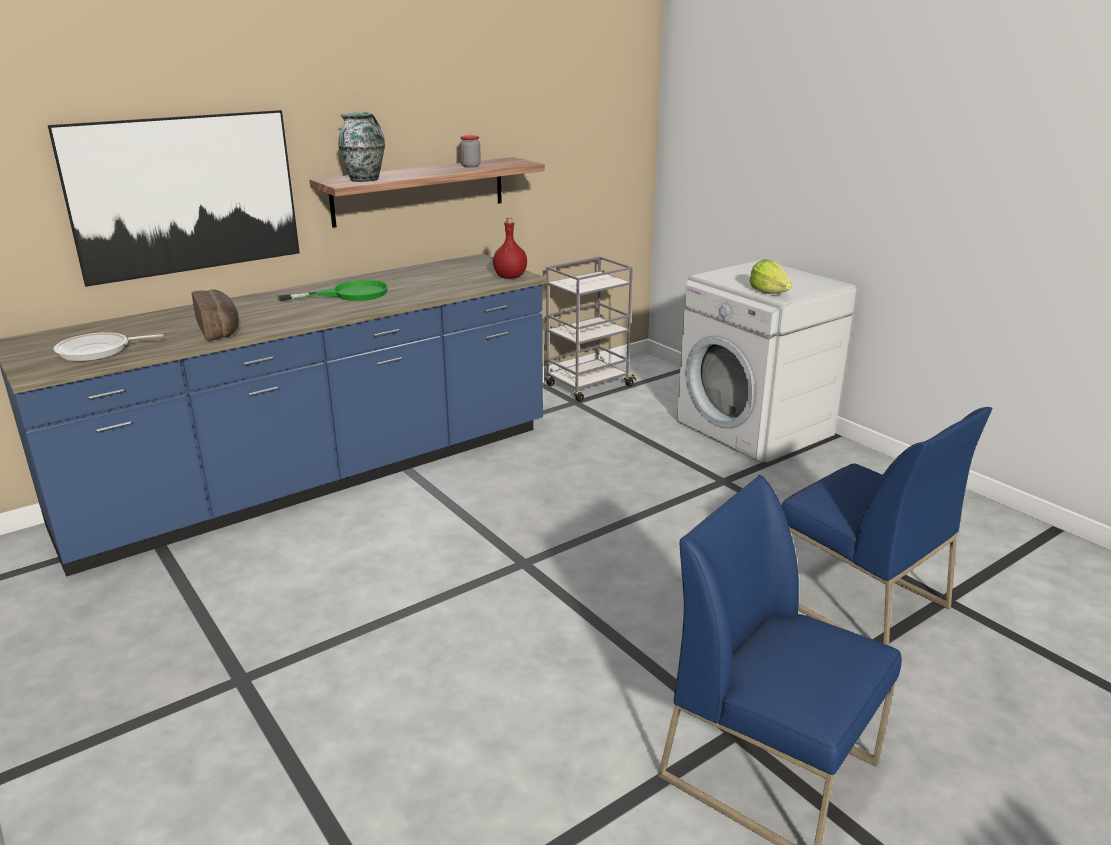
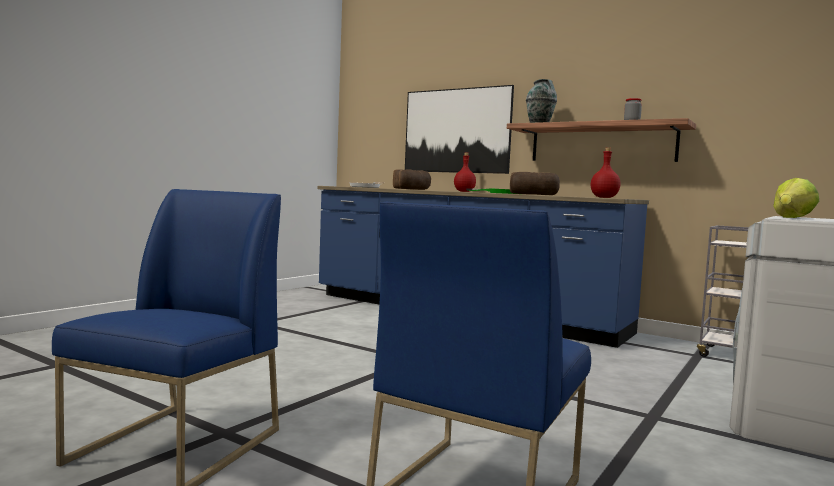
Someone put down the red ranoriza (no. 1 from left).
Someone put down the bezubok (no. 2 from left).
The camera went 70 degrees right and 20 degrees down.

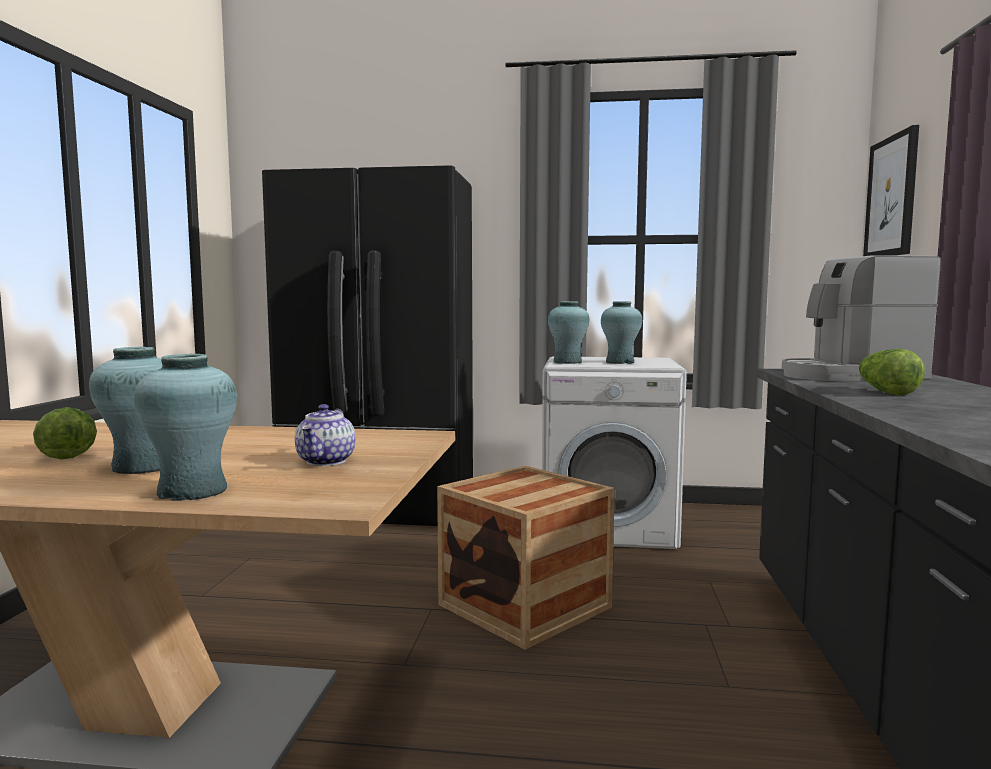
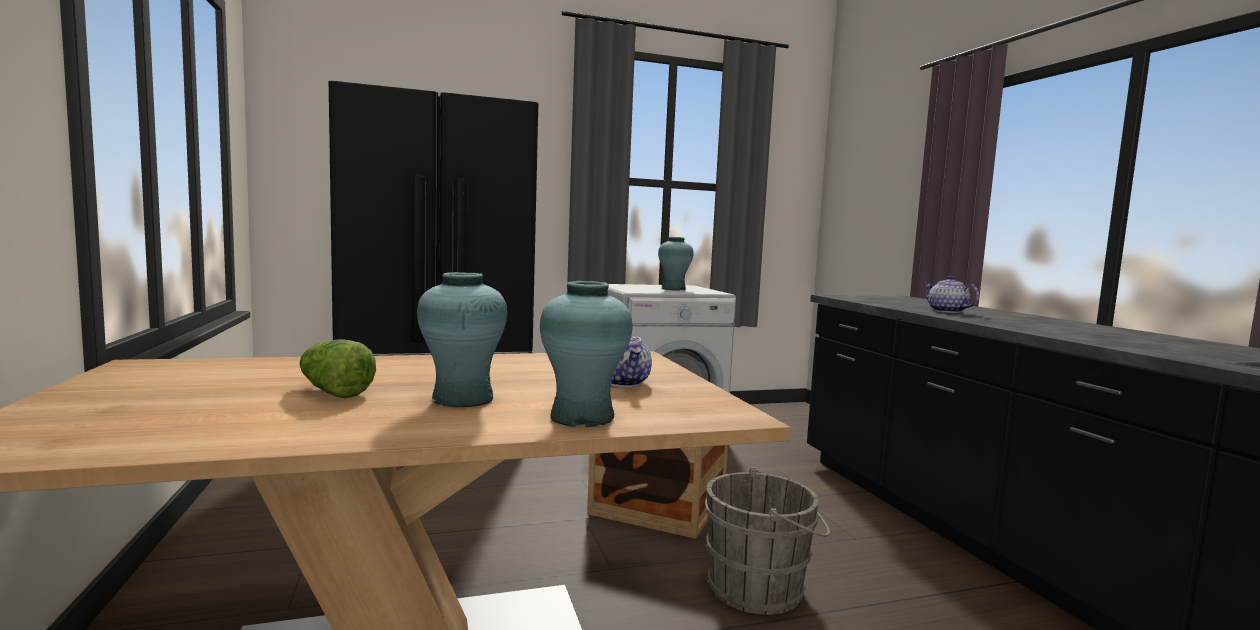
Someone put down the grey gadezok.
Someone swapped the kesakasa (no. 2 from left) for the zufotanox (no. 2 from left).
Someone took away the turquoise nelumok (no. 3 from left).
Someone took away the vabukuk.
Someone took away the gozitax.
The camera went 25 degrees left and 0 degrees up.

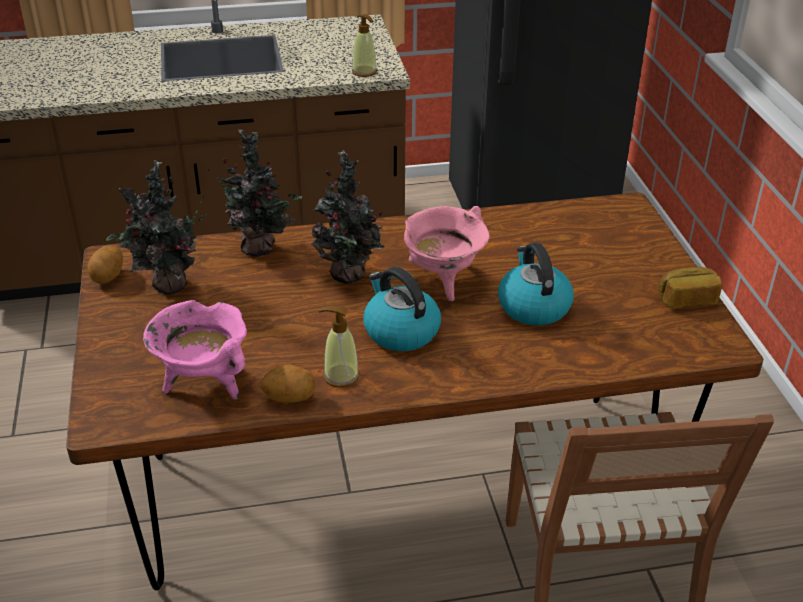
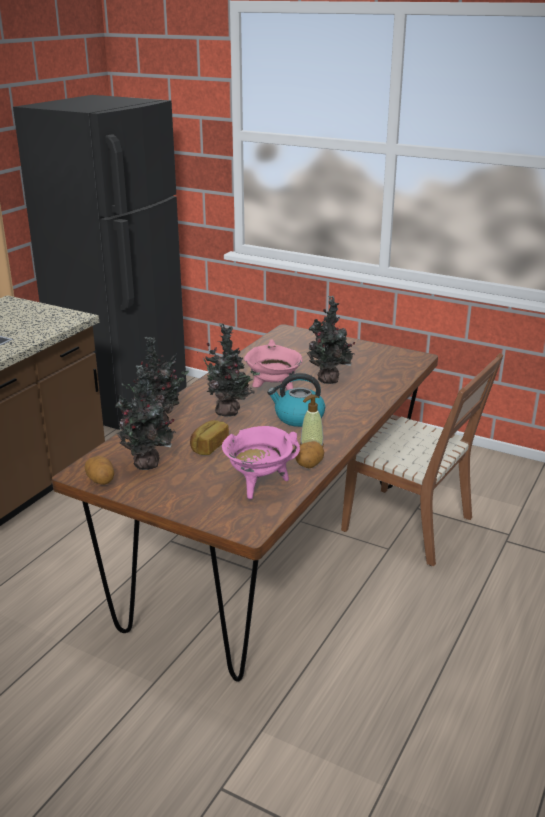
Someone carried the bezubok.
Someone swapped the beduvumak (no. 2 from left) for the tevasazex (no. 4 from left).
Someone took away the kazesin (no. 2 from left).
The camera went 50 degrees left and 10 degrees down.

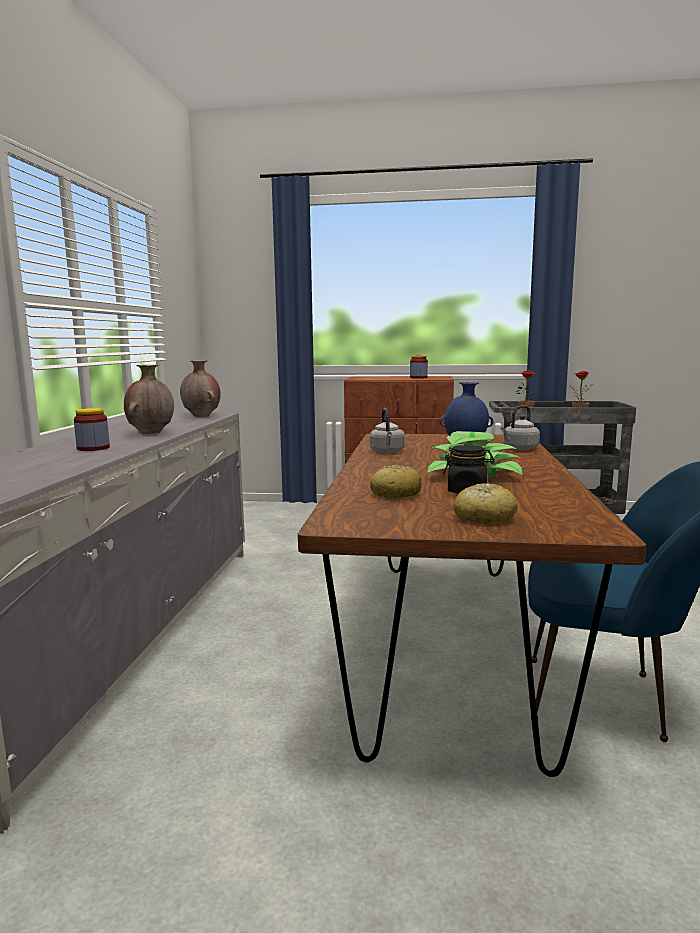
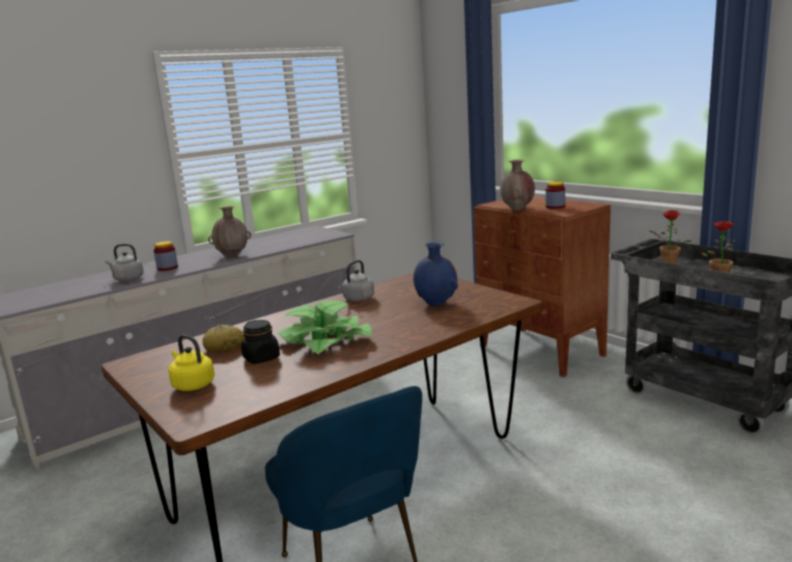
Someone carried the grey beduvumak (no. 2 from left in the first image).
Someone swapped the bezubok (no. 2 from left) for the yellow beduvumak.
Someone carried the brown nelumok (no. 2 from left).
The camera went 45 degrees right and 5 degrees up.

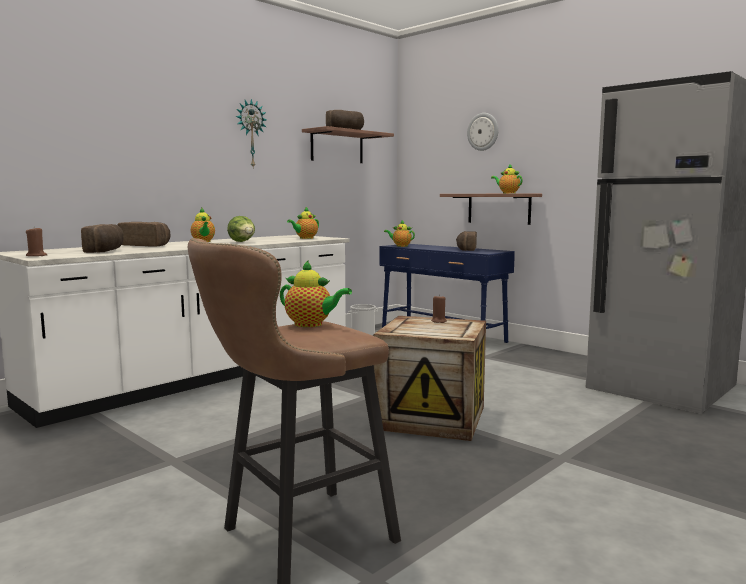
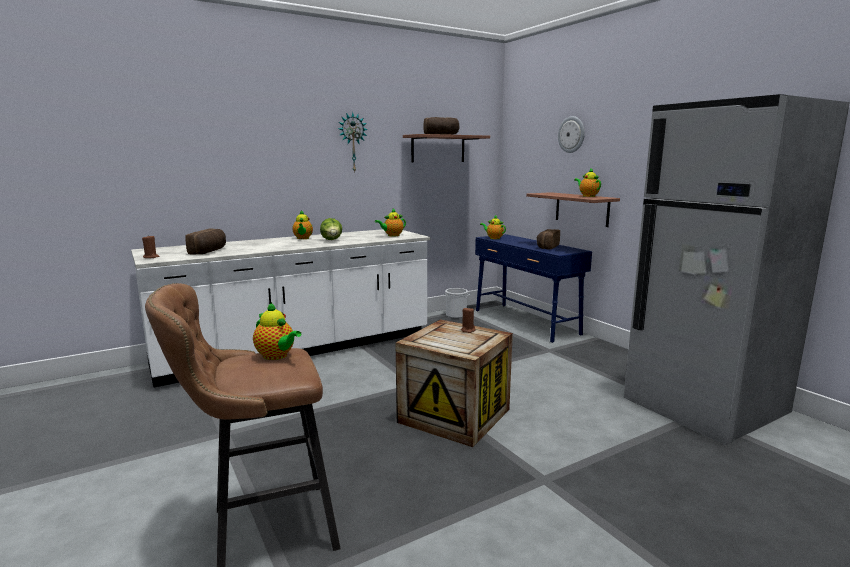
Someone took away the bezubok (no. 2 from left).
The camera went 15 degrees right and 5 degrees up.

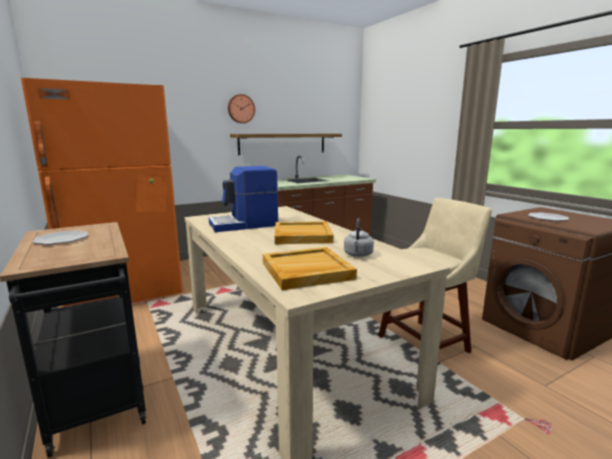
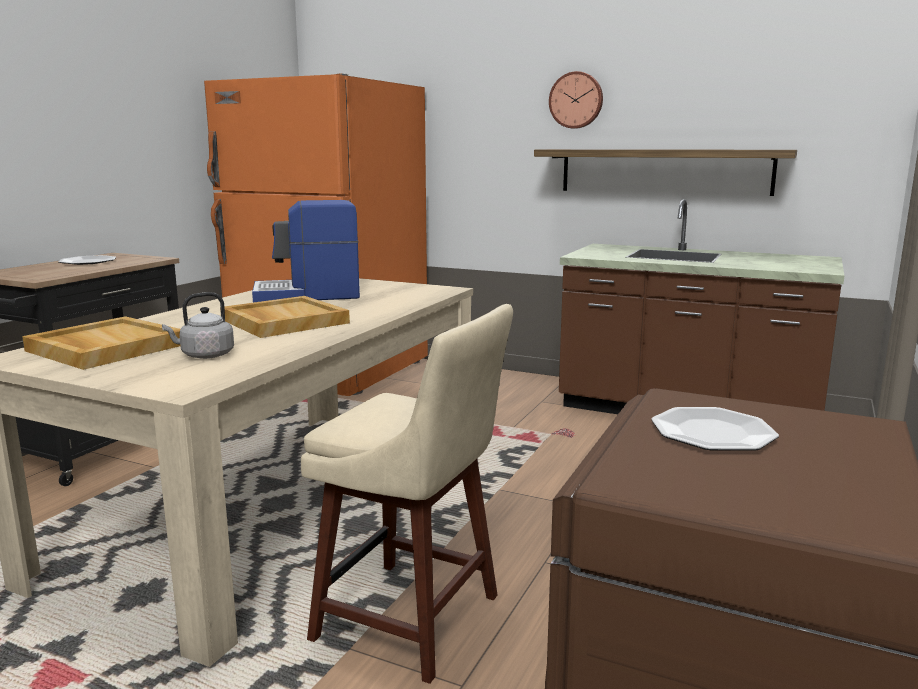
Someone rotated the vabukuk by 45 degrees counterclockwise.
The camera went 55 degrees right and 0 degrees up.

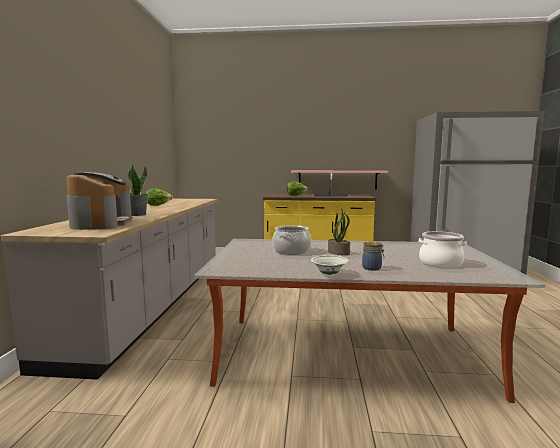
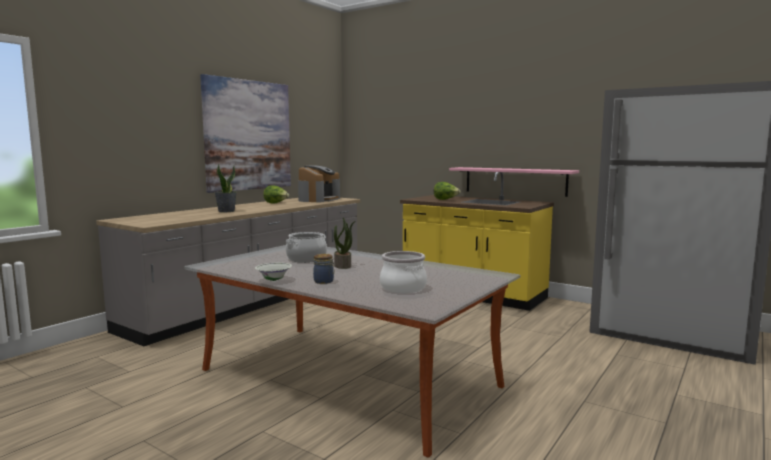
Someone put up the gozitax.
Someone carried the vabukuk.
The camera went 30 degrees right and 0 degrees up.

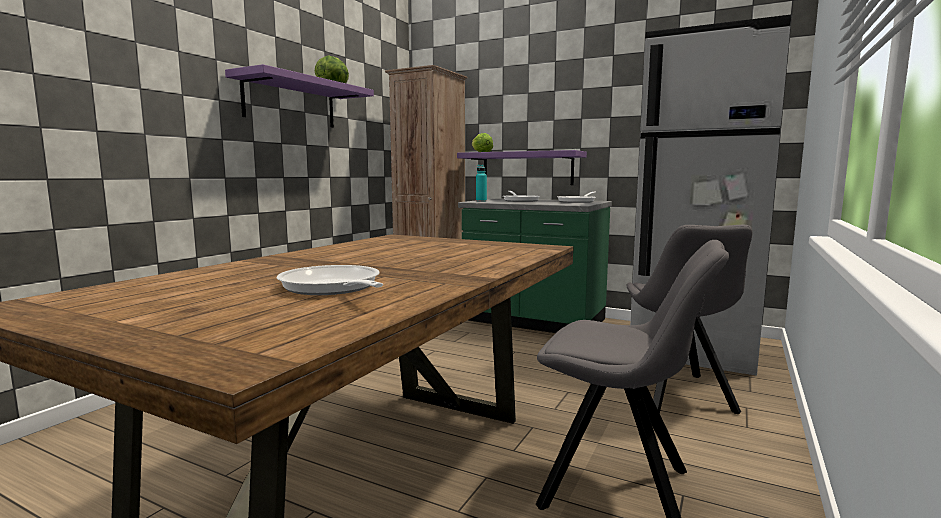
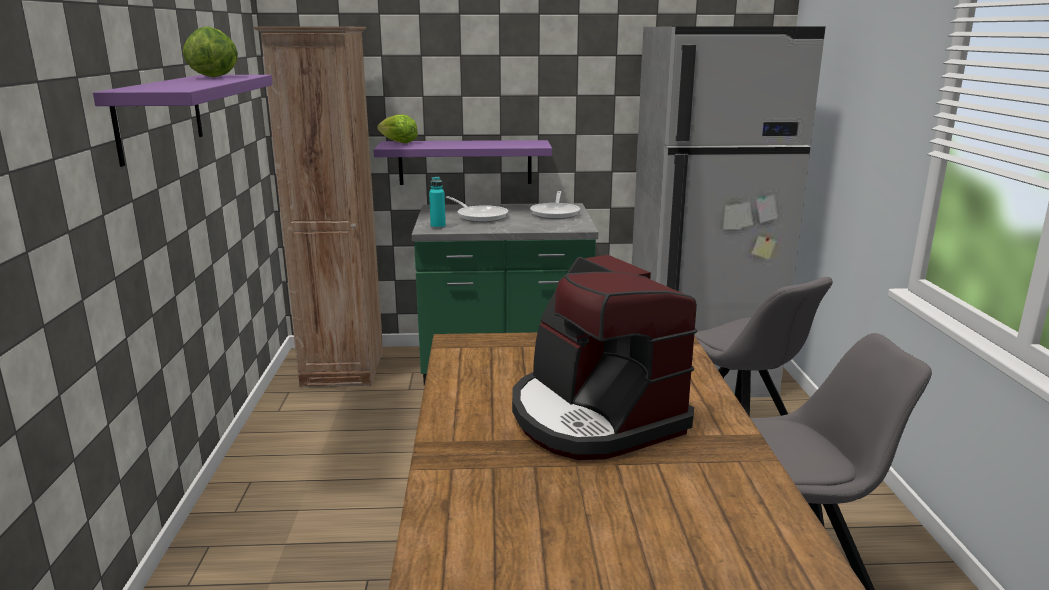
Someone put down the vabukuk.
Someone took away the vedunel (no. 1 from left).
The camera went 30 degrees left and 10 degrees up.

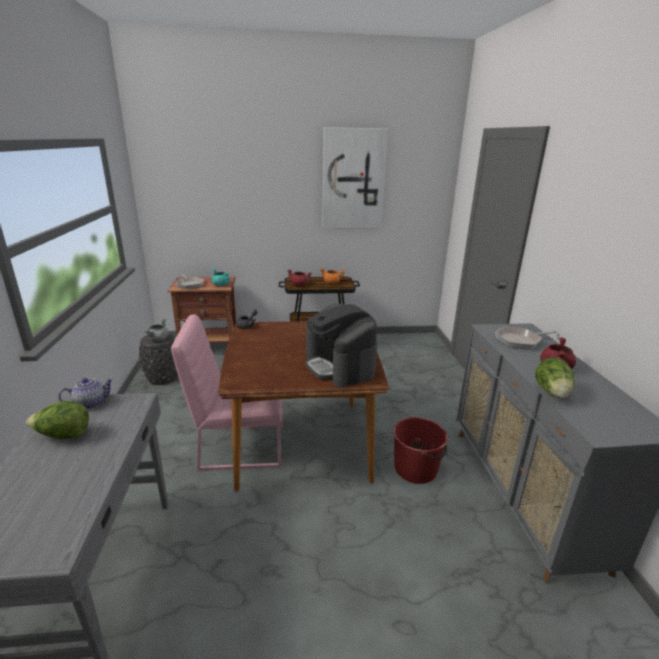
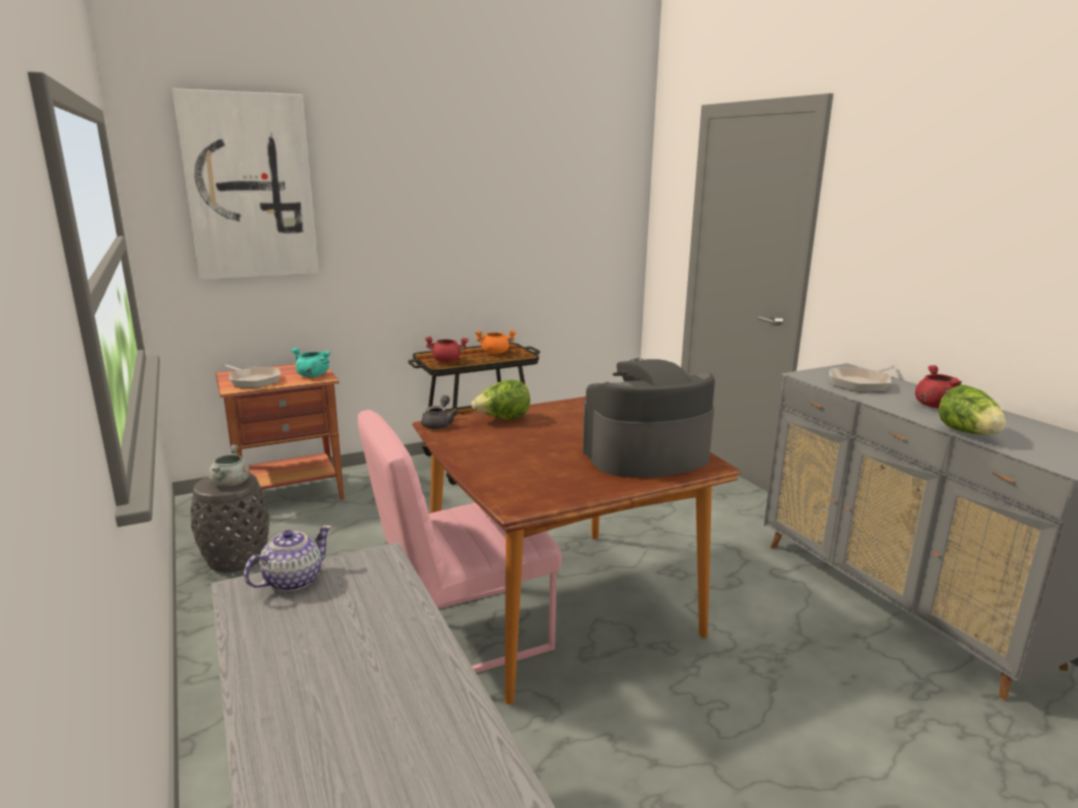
Someone carried the gozitax.
Someone carried the kesakasa (no. 1 from left).
Someone rotated the vabukuk by 120 degrees clockwise.
Someone took away the red gadezok.
The camera went 20 degrees left and 5 degrees down.

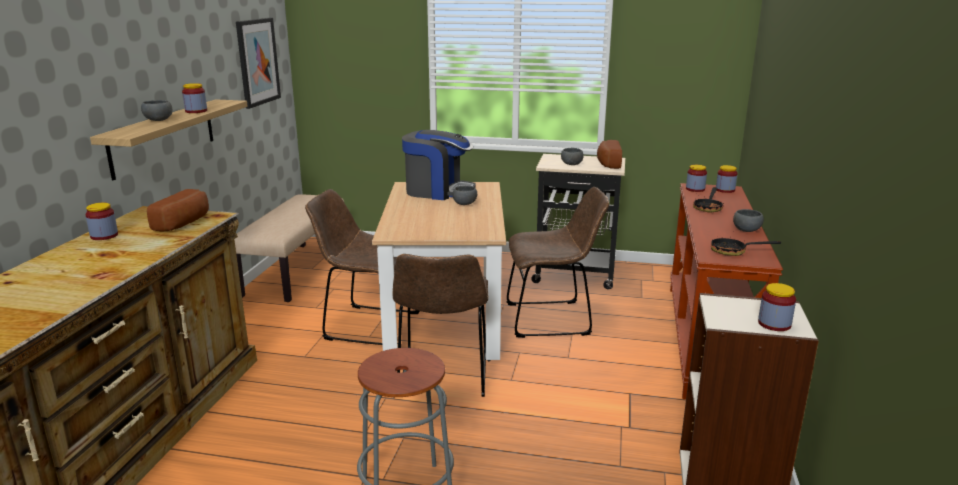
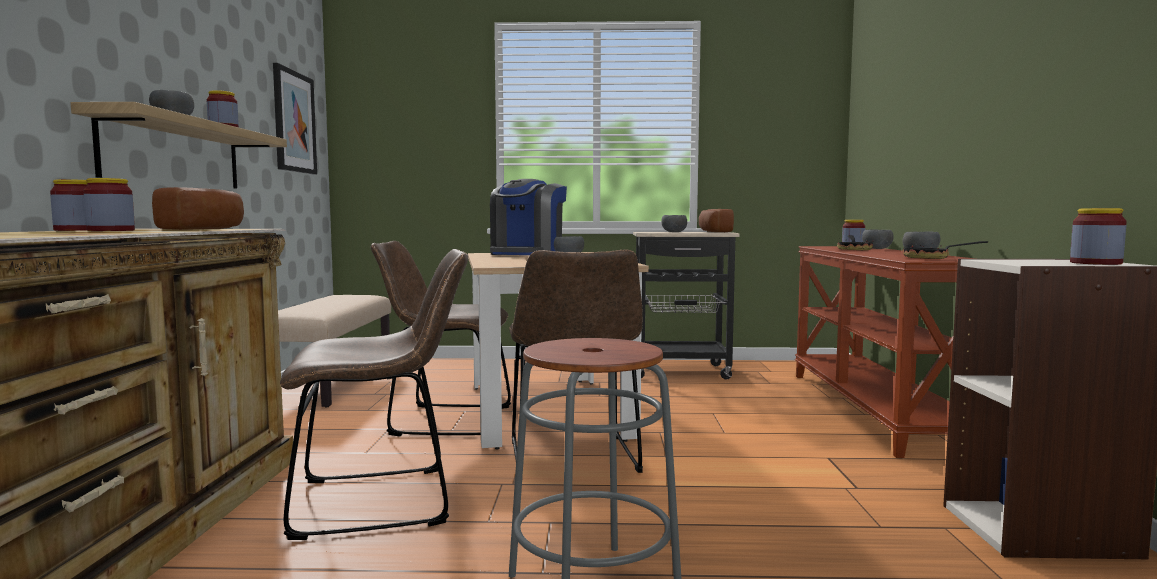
Someone carried the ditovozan (no. 3 from left in the first image).
Someone carried the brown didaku (no. 3 from left in the first image).
Someone rotated the vabukuk by 105 degrees clockwise.
Someone put down the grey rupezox (no. 4 from left).
The camera went 10 degrees left and 15 degrees down.

